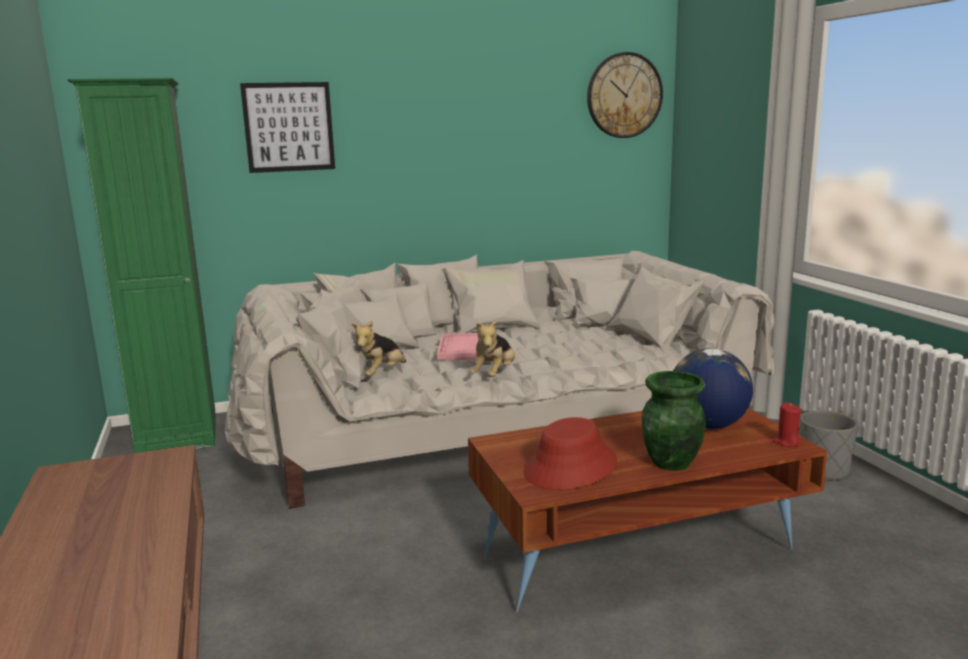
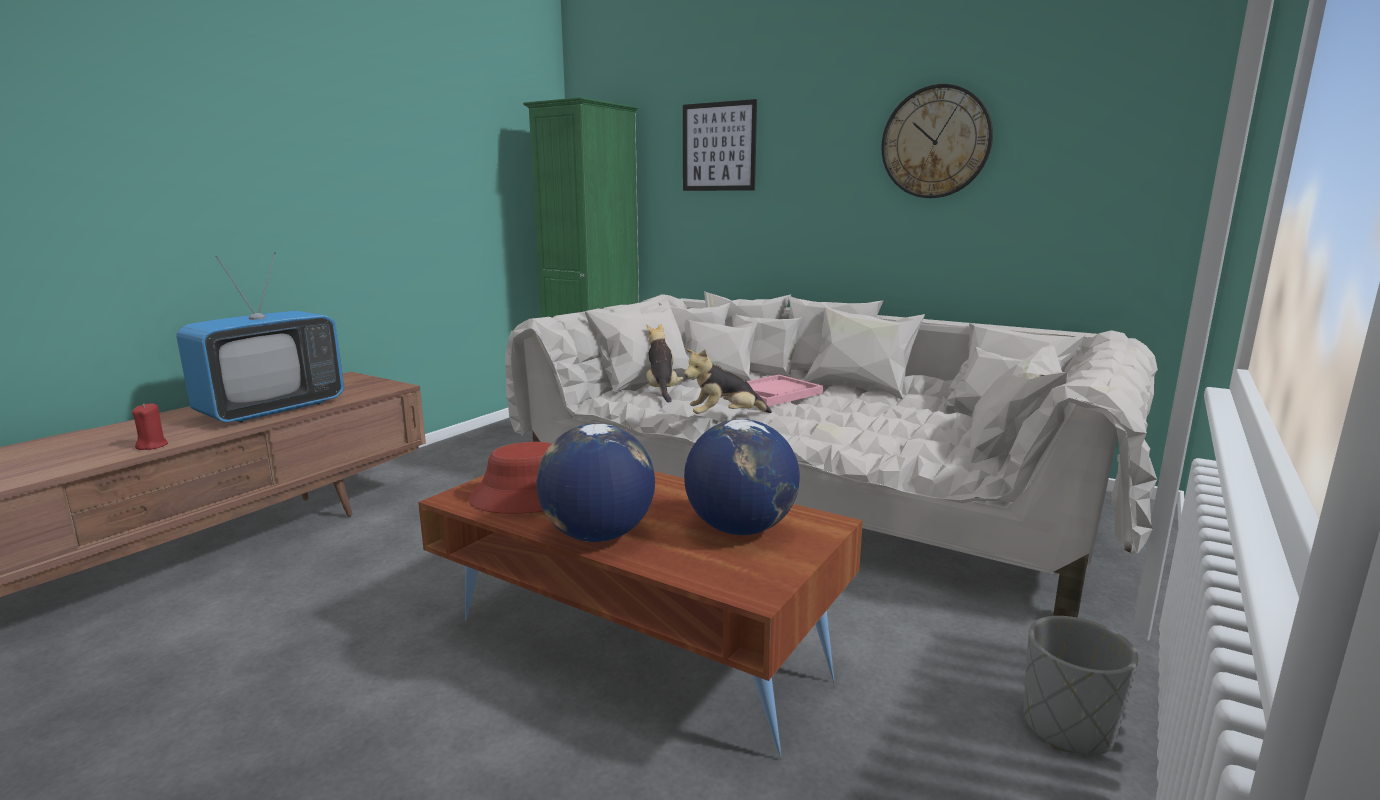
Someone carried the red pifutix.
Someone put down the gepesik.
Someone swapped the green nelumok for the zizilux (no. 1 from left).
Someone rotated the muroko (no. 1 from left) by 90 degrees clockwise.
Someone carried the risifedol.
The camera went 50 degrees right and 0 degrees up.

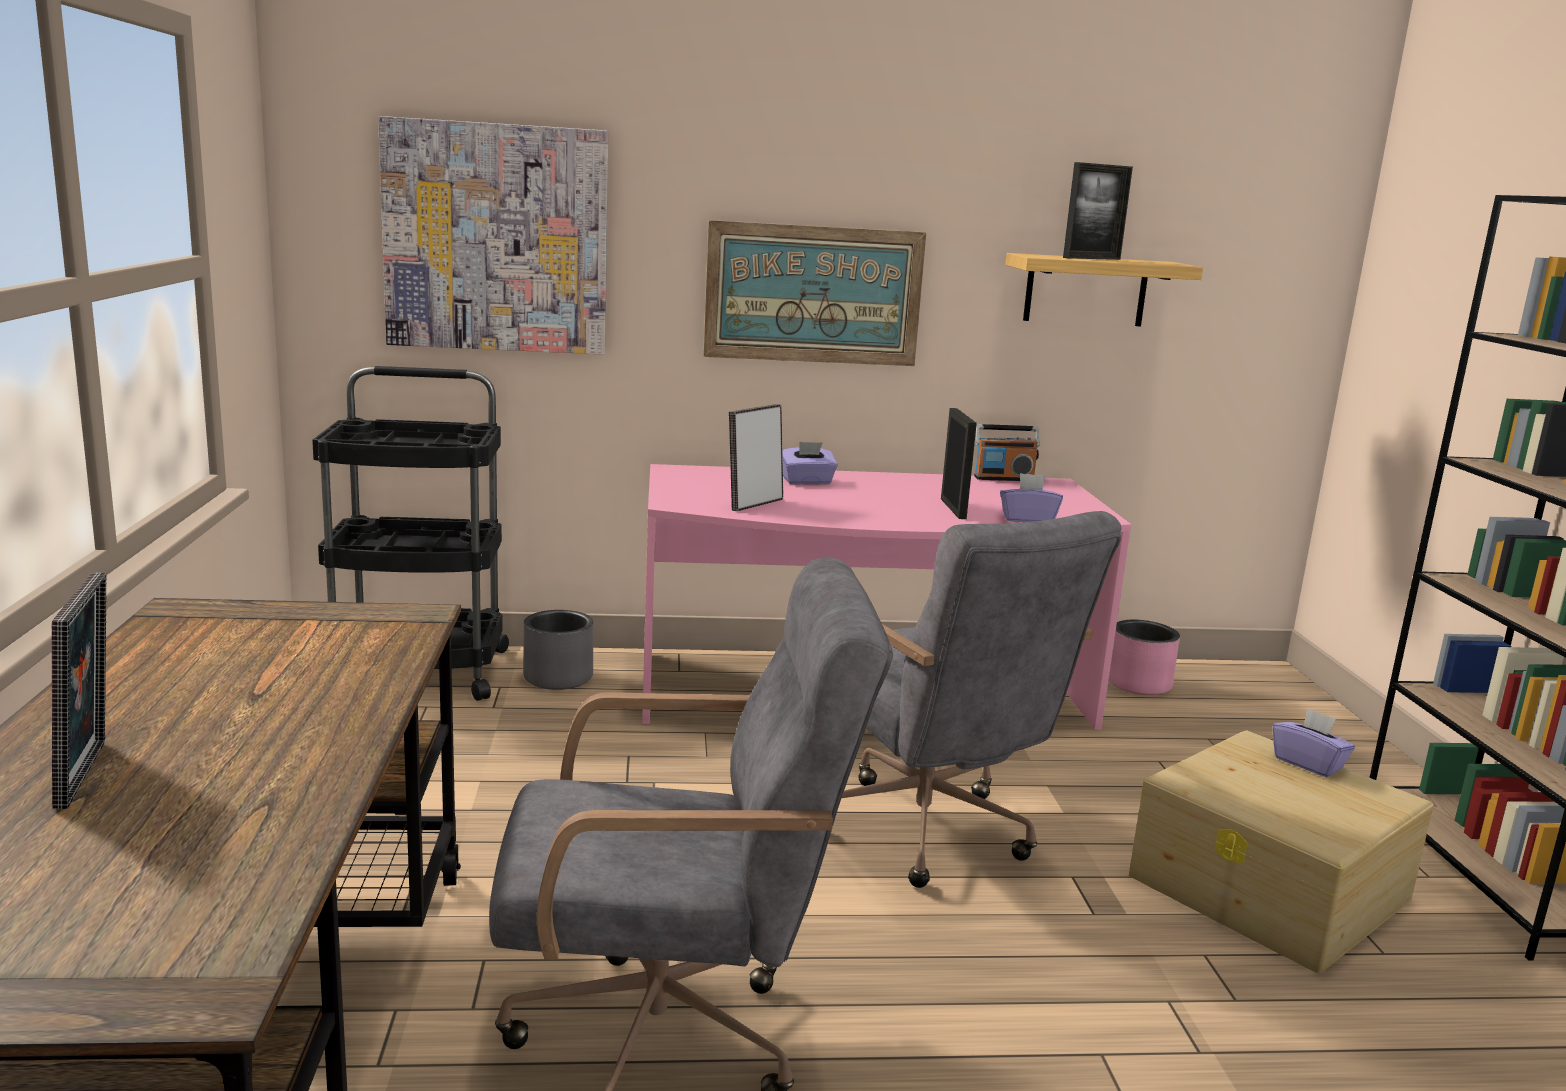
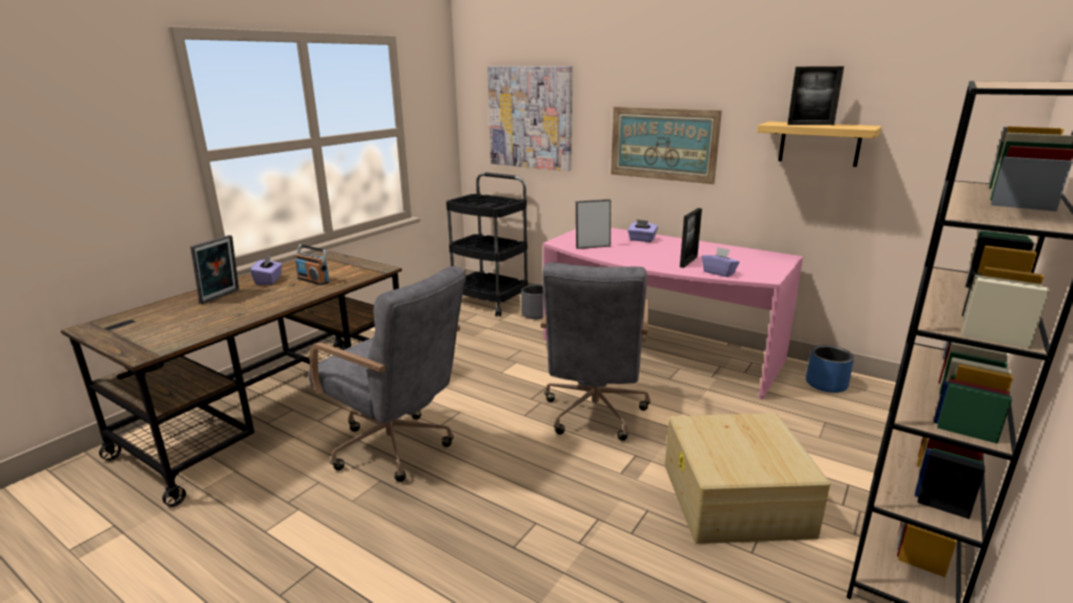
Someone carried the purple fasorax (no. 3 from left in the first image).
Someone carried the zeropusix.
Someone repainted the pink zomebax, which became the blue zomebax.
The camera went 40 degrees right and 5 degrees up.

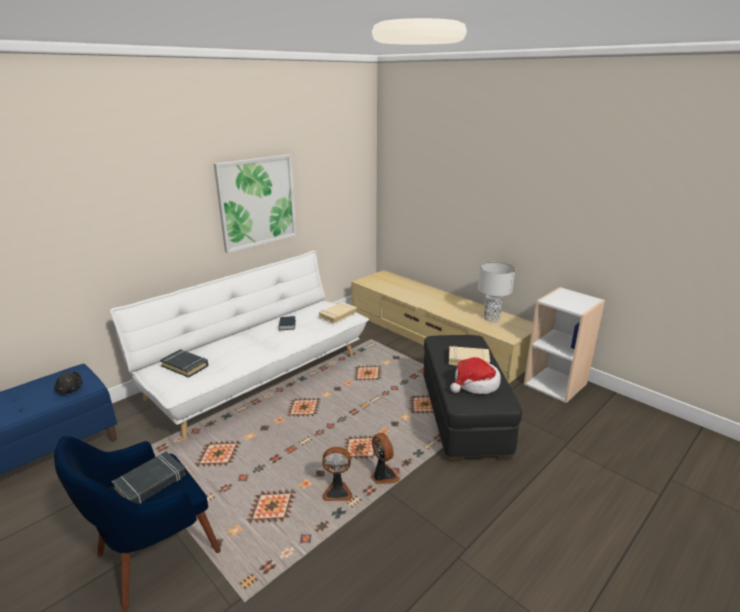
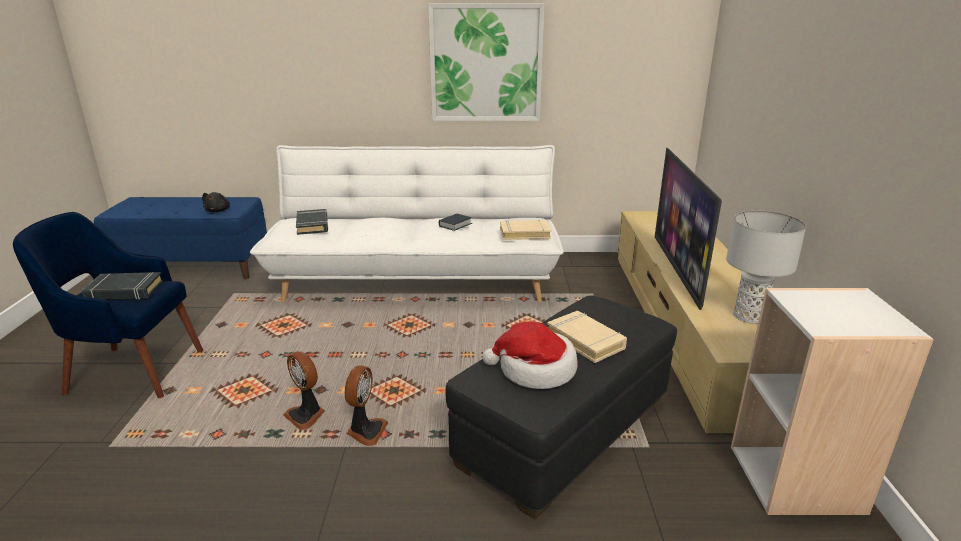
Someone put down the gepesik.
The camera went 45 degrees right and 0 degrees up.

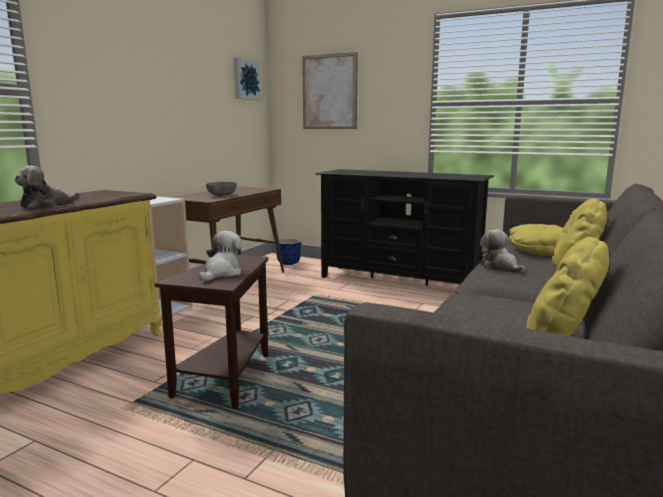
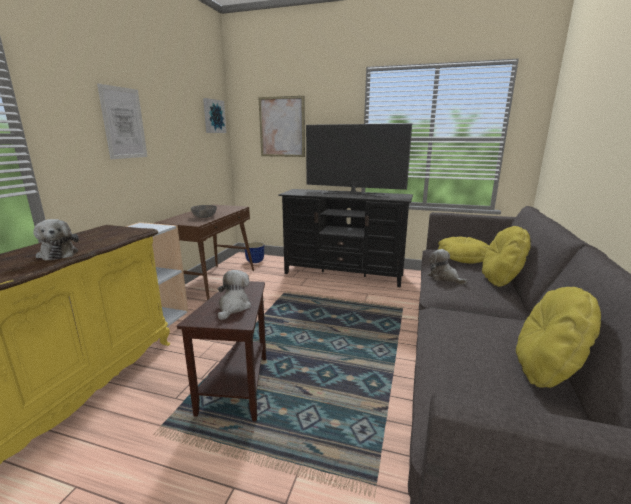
Someone rotated the muroko (no. 1 from left) by 60 degrees counterclockwise.
Someone put up the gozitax (no. 1 from left).
Someone put down the gepesik.
The camera went 10 degrees left and 5 degrees up.

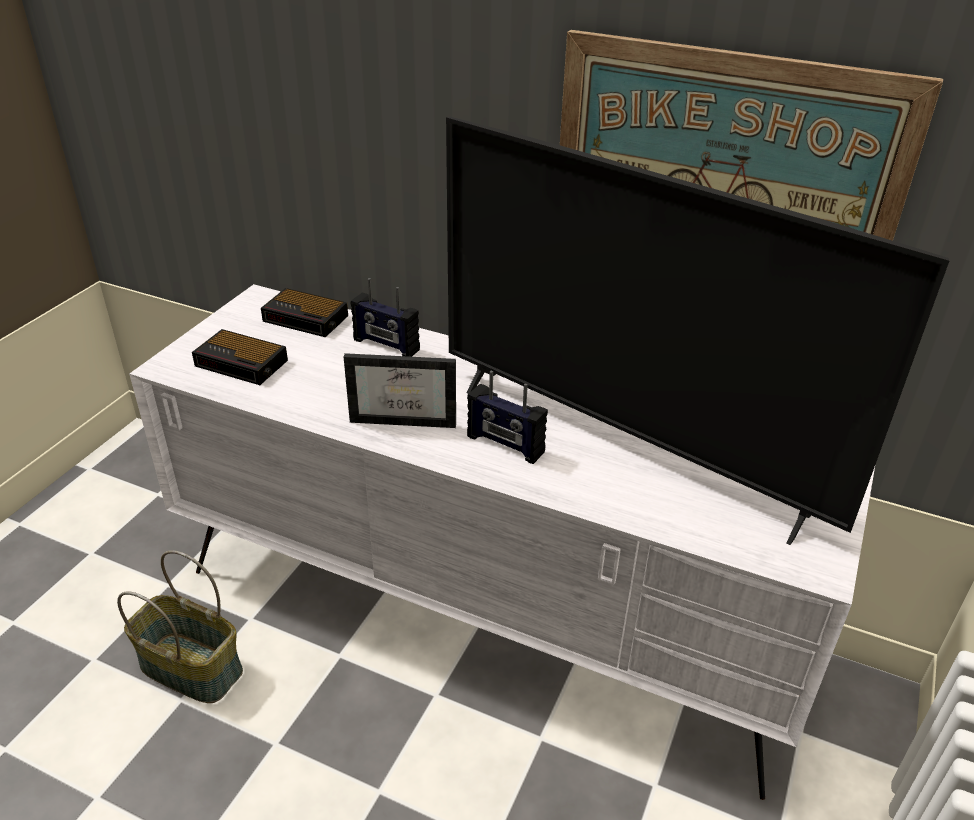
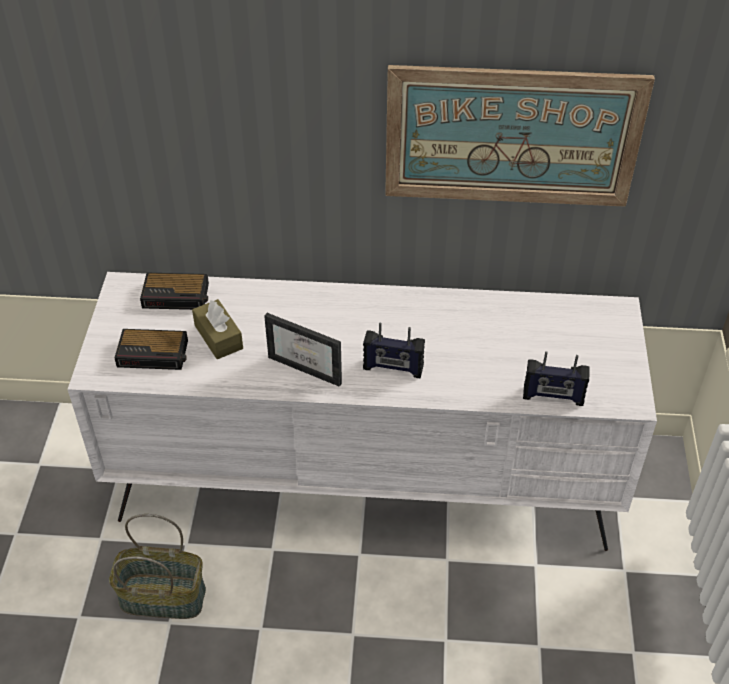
Someone put down the brown fasorax.
Someone rotated the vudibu by 45 degrees clockwise.
Someone carried the zeropusix (no. 1 from left in the first image).
Someone took away the gepesik.
The camera went 20 degrees left and 10 degrees up.

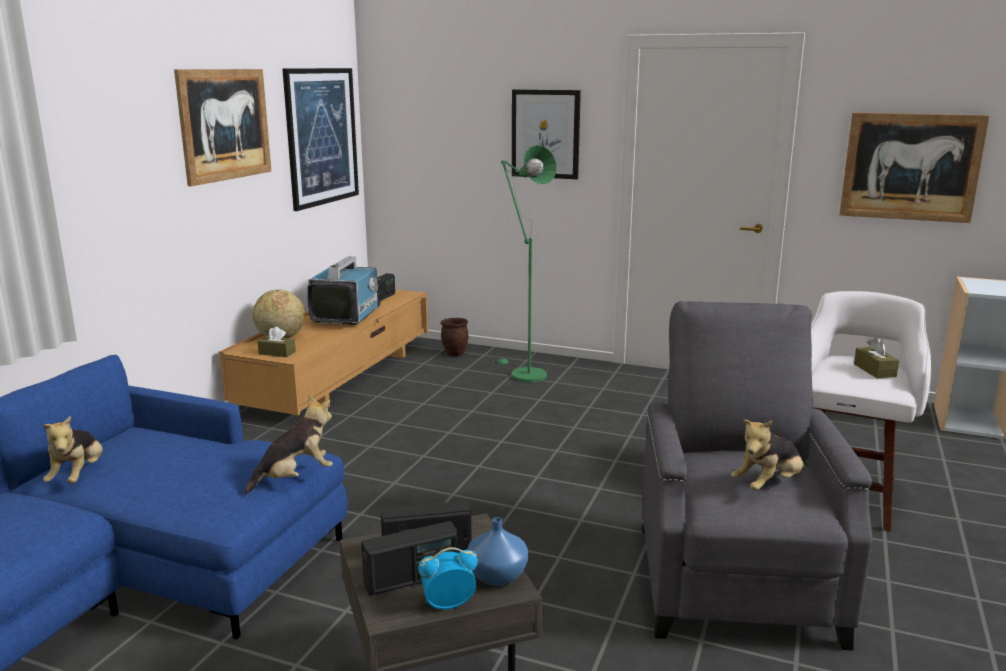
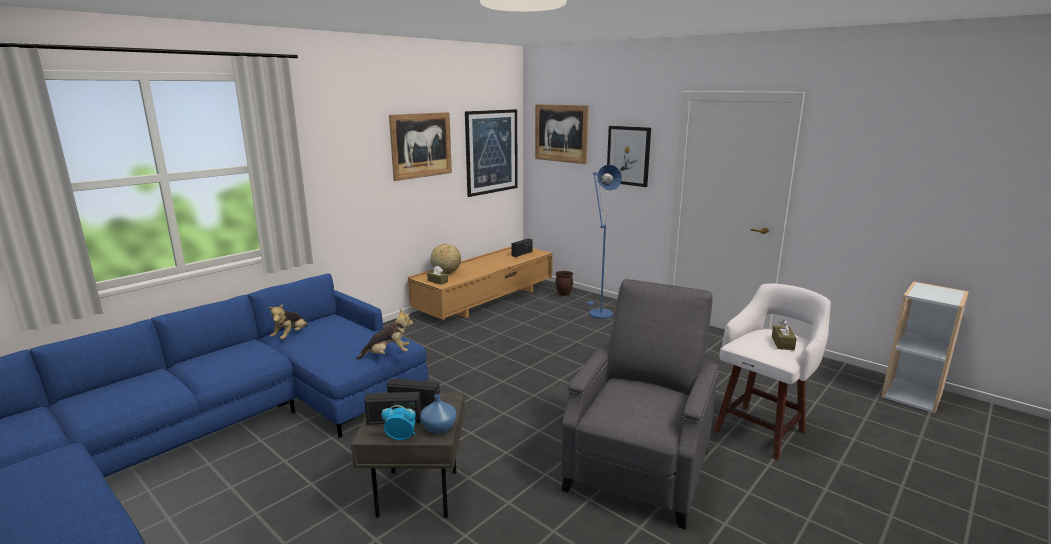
Someone carried the gozitax (no. 4 from left in the first image).
Someone repainted the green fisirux, which became the blue fisirux.
Someone took away the gepesik.
Someone took away the muroko (no. 3 from left).
The camera went 20 degrees right and 0 degrees up.

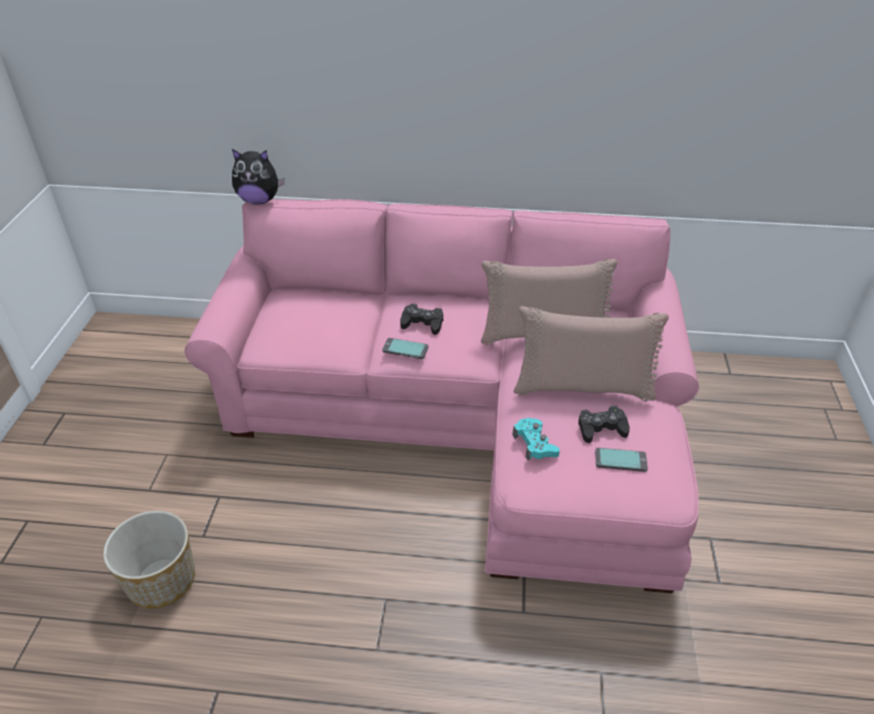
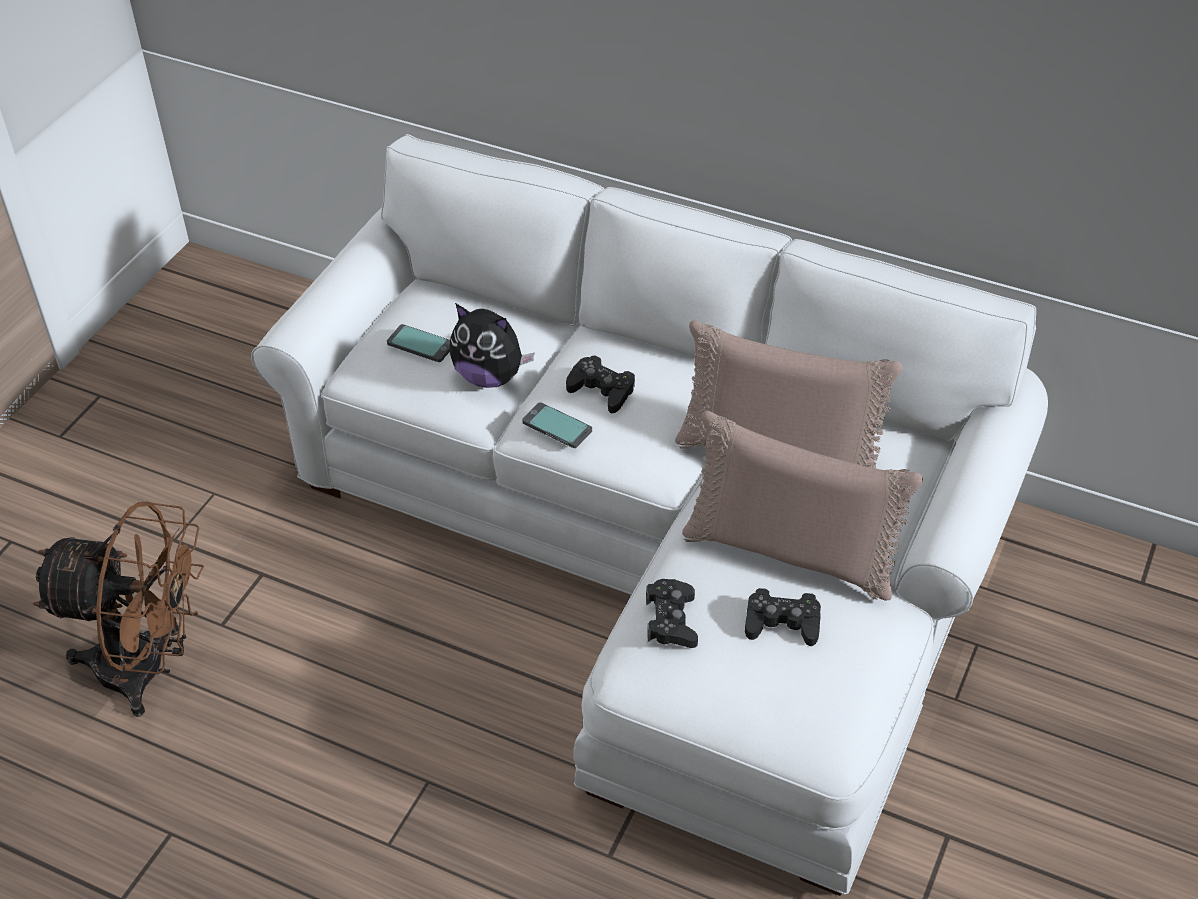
Someone swapped the zomebax for the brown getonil.
Someone repainted the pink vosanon, which became the white vosanon.
Someone carried the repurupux (no. 2 from left in the first image).
Someone carried the muroko.
Someone repainted the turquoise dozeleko, which became the black dozeleko (no. 2 from left).
The camera went 20 degrees right and 5 degrees up.

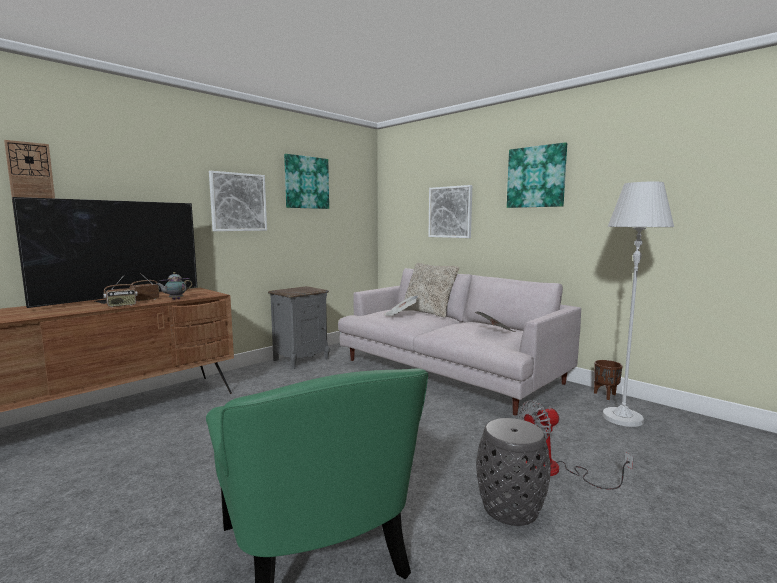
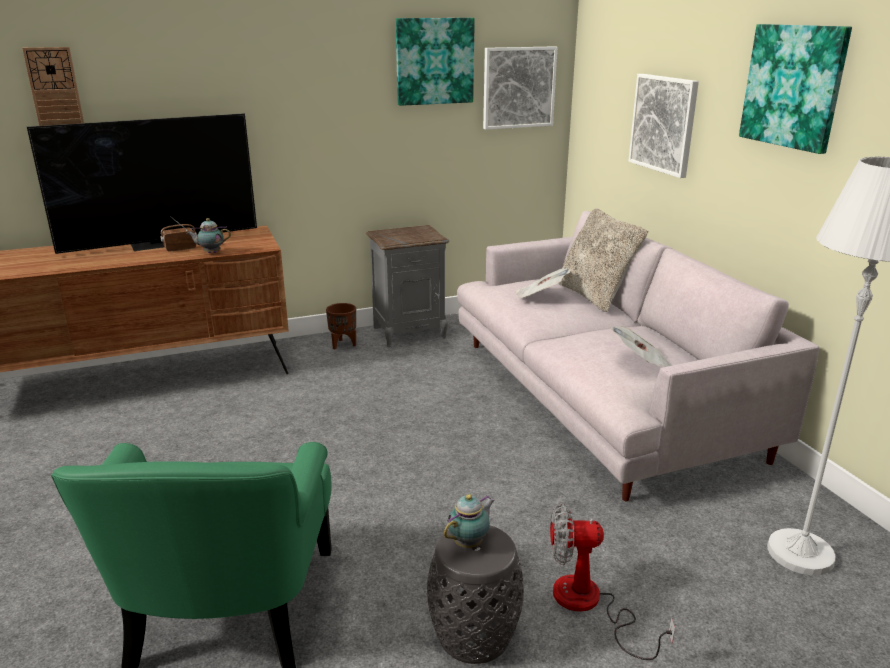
Someone carried the brown zomebax.
Someone put down the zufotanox (no. 2 from left).
Someone carried the gozitax (no. 1 from left in the first image).
Someone took away the zeropusix (no. 1 from left).
The camera went 25 degrees right and 15 degrees up.

